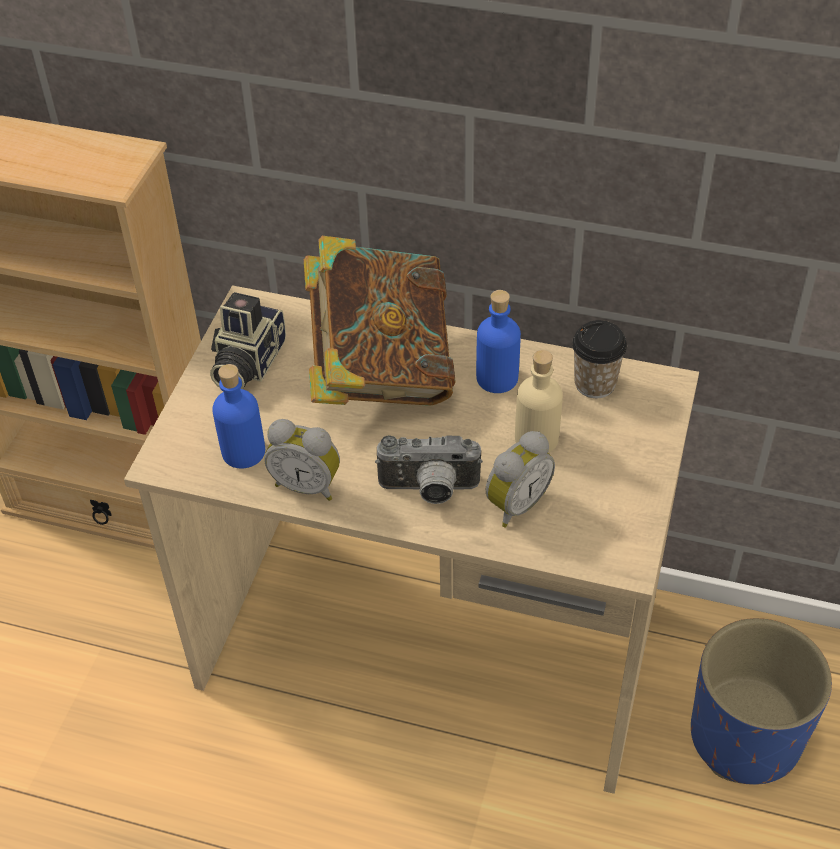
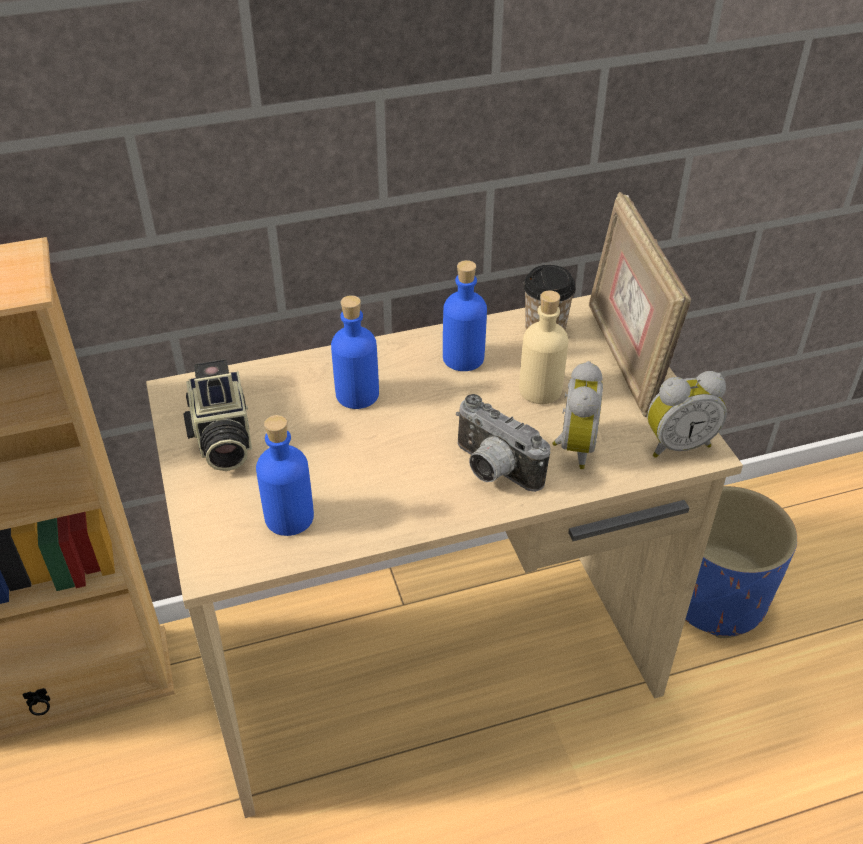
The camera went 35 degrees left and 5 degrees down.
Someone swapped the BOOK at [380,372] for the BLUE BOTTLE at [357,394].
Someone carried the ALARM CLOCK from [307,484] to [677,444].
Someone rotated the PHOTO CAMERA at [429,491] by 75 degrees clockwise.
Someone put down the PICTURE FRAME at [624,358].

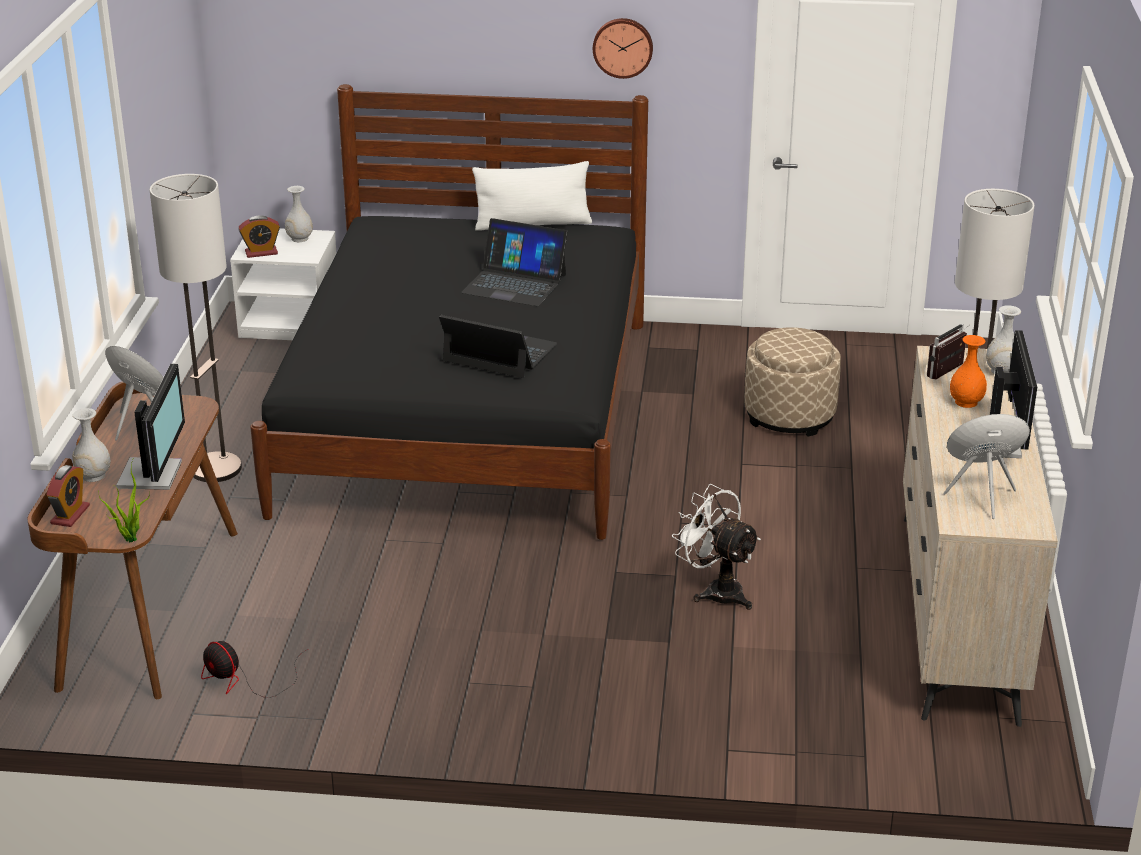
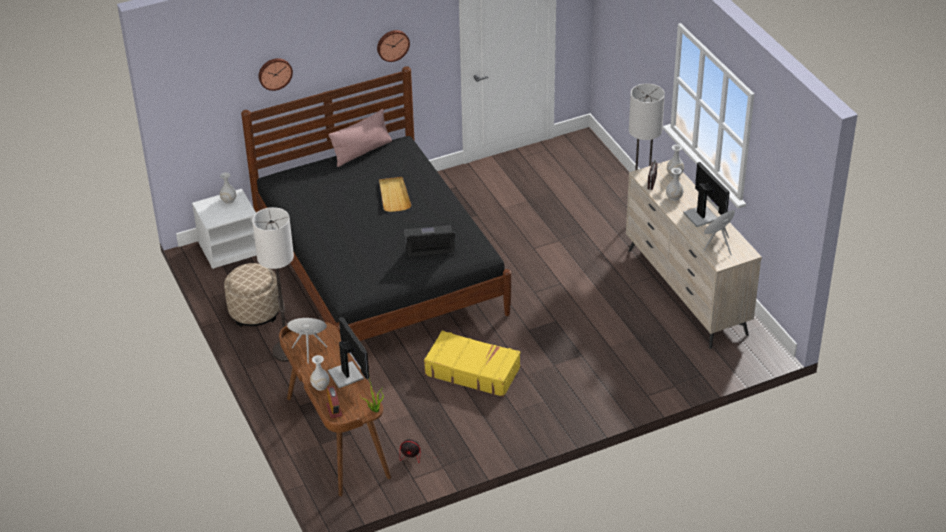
The camera went 30 degrees left and 10 degrees up.
Someone repainted the WHITE PILLOW at [532,224], which became the PINK PILLOW at [362,152].
Someone took away the ALARM CLOCK at [261,252].
Someone swapped the LAPTOP at [514,283] for the BEIGE TRAY at [394,195].
Someone carried the BEIGE OTTOMAN from [789,415] to [254,311].
Someone repainted the ORANGE VASE at [966,402], which became the WHITE VASE at [674,197].
Someone took away the WHITE FAN at [716,591].
Someone put up the WALL CLOCK at [274,73].
Someone put down the YELLOW SUITCASE at [472,371].

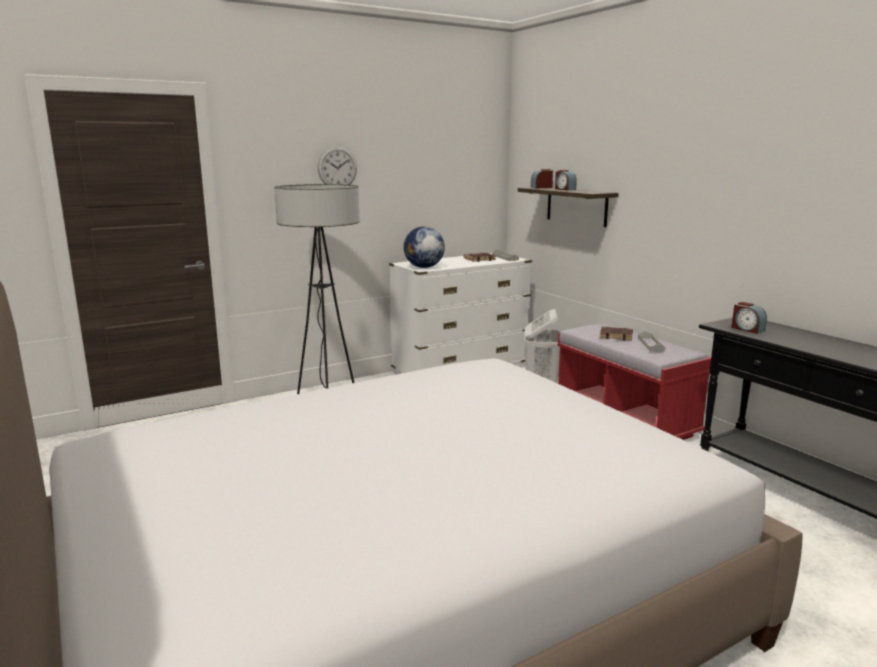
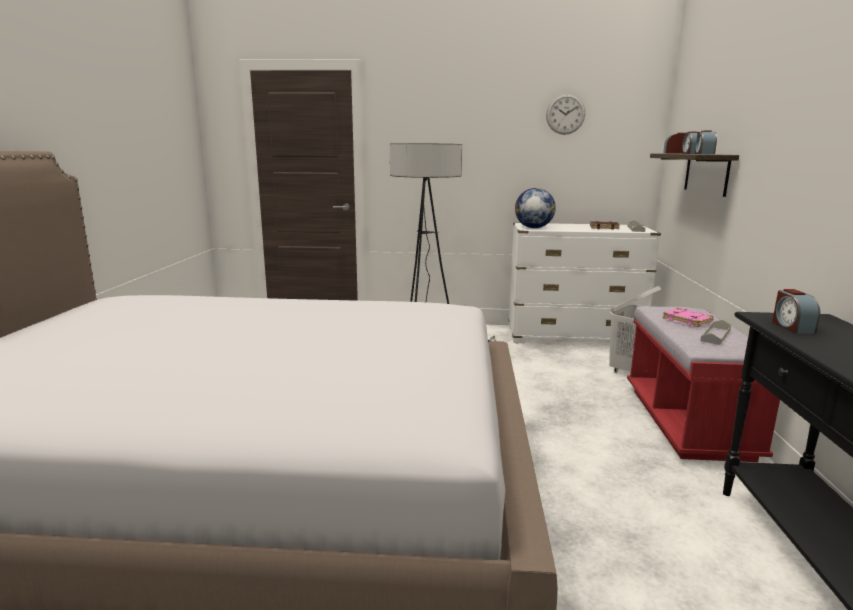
The camera went 35 degrees right and 0 degrees up.
Someone carried the WALL CLOCK from [337,168] to [565,114].
Someone repainted the BROWN BOOK at [616,336], which became the PINK BOOK at [688,320].
Someone put down the ALARM CLOCK at [704,154].

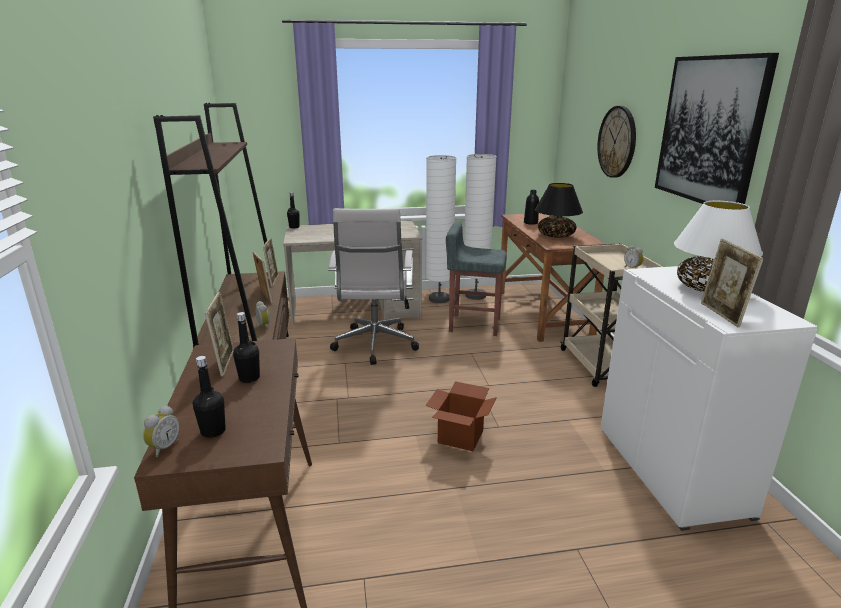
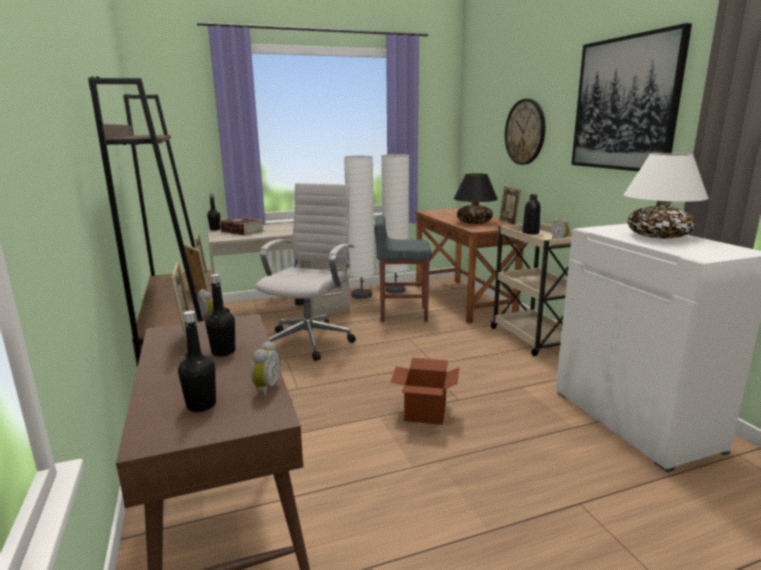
The camera went 10 degrees left and 5 degrees down.
Someone carried the BLACK BOTTLE from [530,223] to [530,233].
Someone rotated the WHITE OFFICE CHAIR at [375,346] by 150 degrees counterclockwise.
Someone carried the PICTURE FRAME from [722,315] to [508,223].
Someone carried the ALARM CLOCK from [163,447] to [265,388].
Someone put down the BOOK at [242,231].

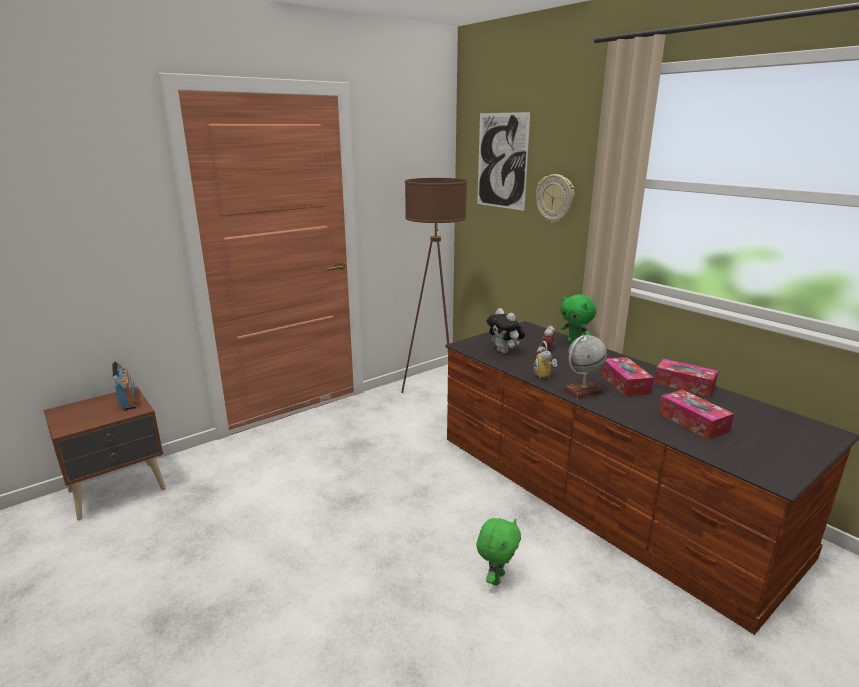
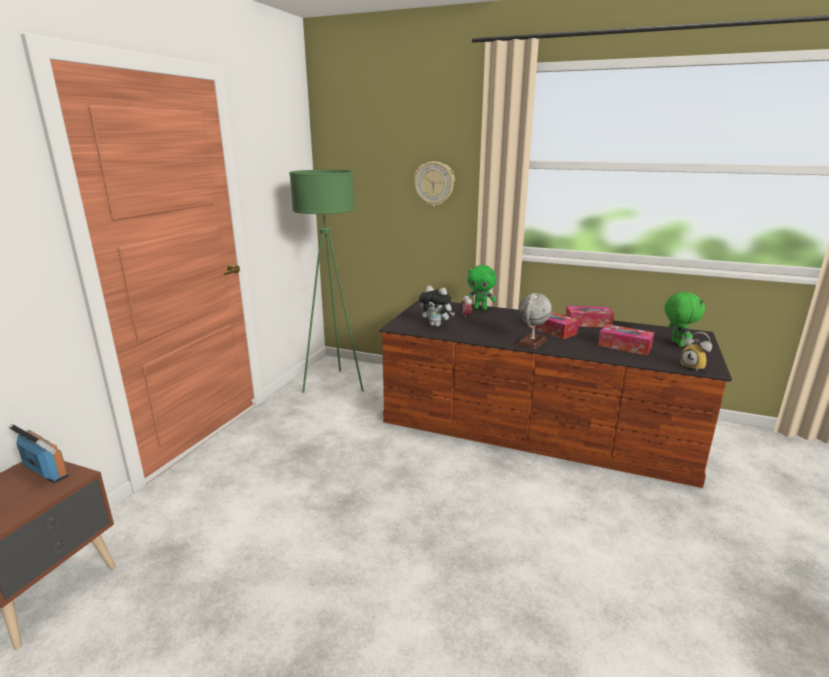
The camera went 30 degrees left and 0 degrees up.
Someone took away the PICTURE at [502,161].
Someone repainted the BROWN FLOOR LAMP at [435,392], which became the GREEN FLOOR LAMP at [335,384].
Someone carried the ALARM CLOCK from [545,376] to [694,367].
Someone carried the GREEN PLUSH TOY from [496,578] to [676,343].

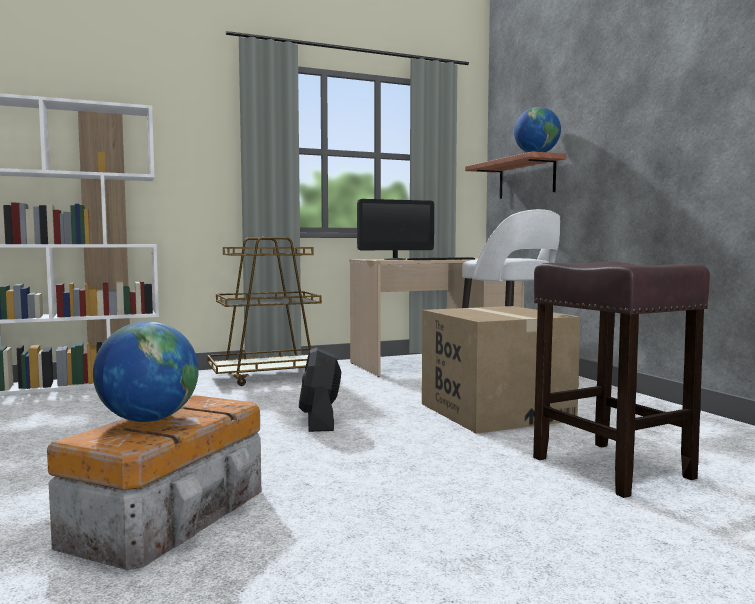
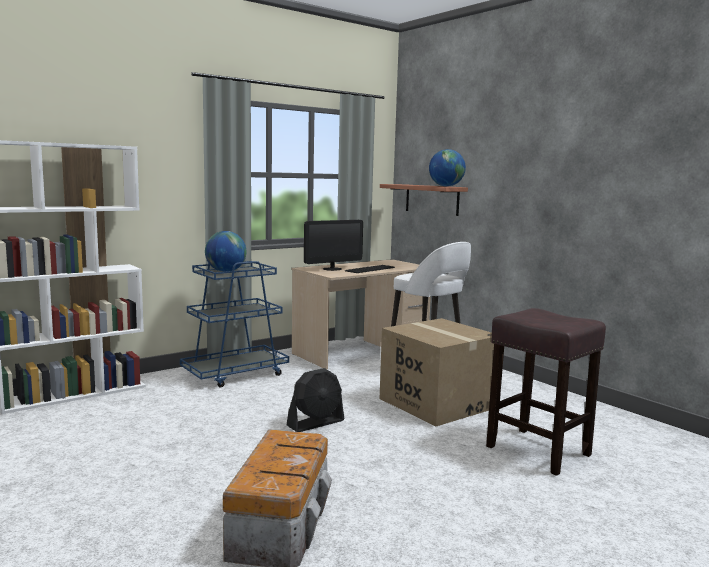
The camera went 15 degrees left and 5 degrees up.
Someone repainted the BROWN CART at [269,376], which became the BLUE CART at [235,374].
Someone carried the GLOBE from [148,420] to [225,271].
Someone rotated the BLACK FAN at [319,421] by 105 degrees counterclockwise.

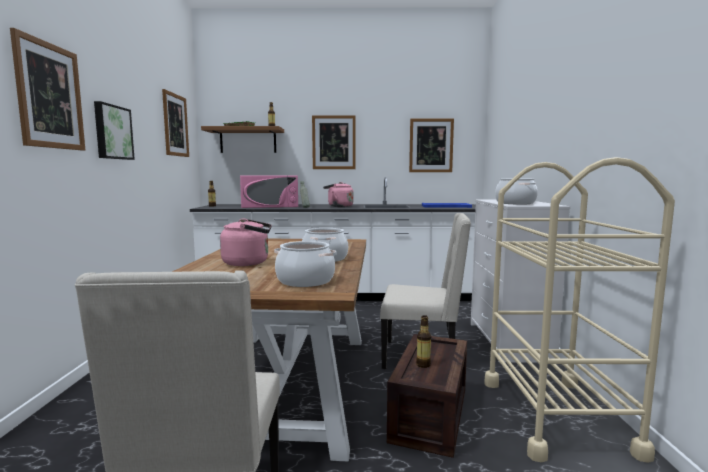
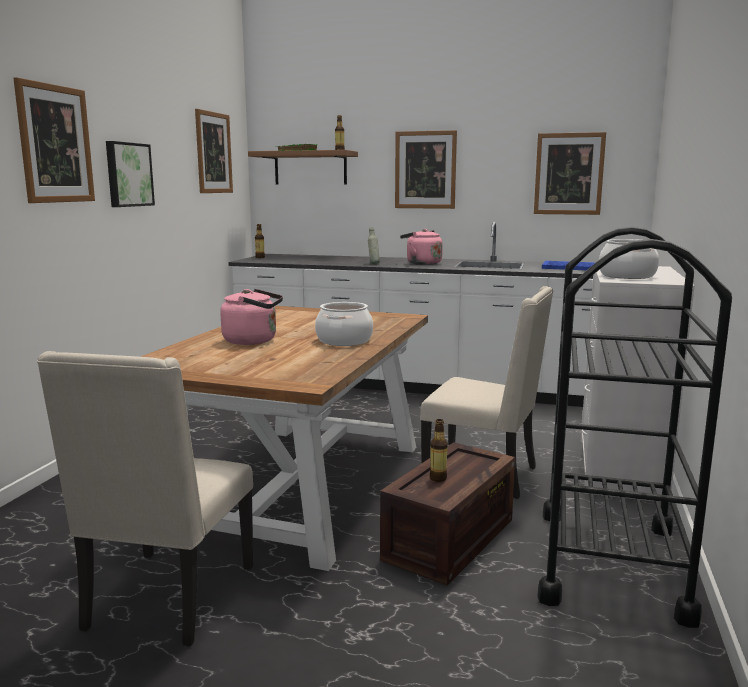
The camera went 15 degrees right and 5 degrees up.
Someone repainted the BEIGE CART at [556,415], which became the BLACK CART at [611,563].
Someone took away the PINK MICROWAVE at [270,206].
Someone took away the COOKING POT at [305,281].

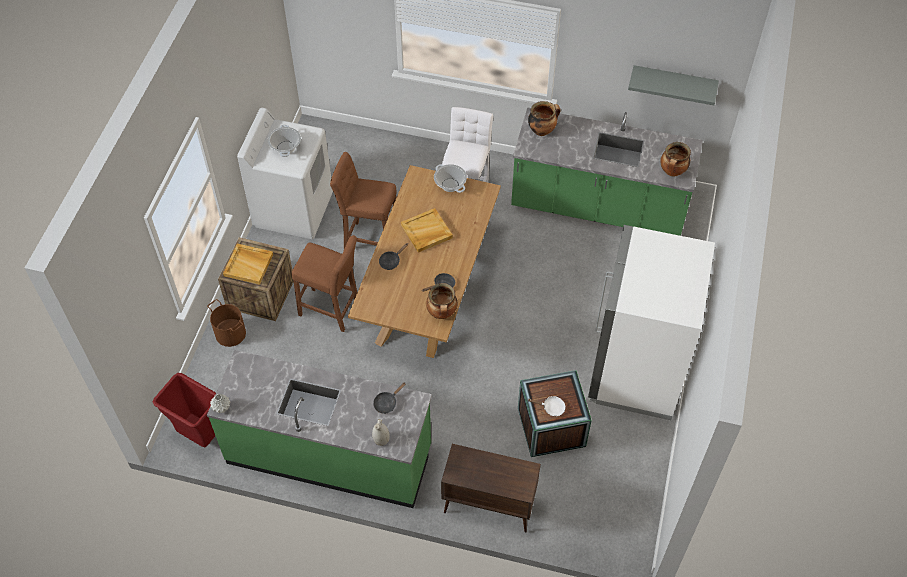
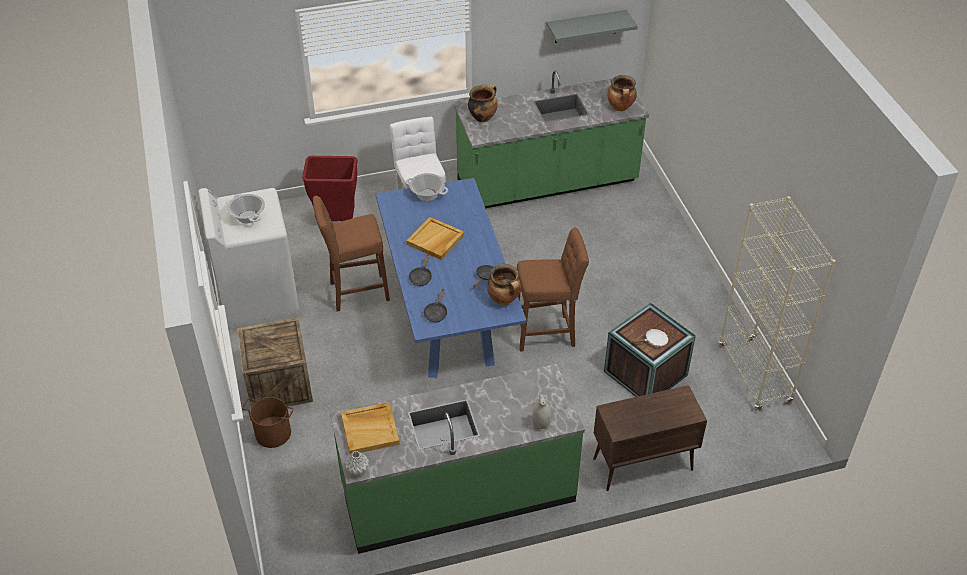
The camera went 30 degrees left and 10 degrees down.
Someone repainted the BROWN DINING TABLE at [427,294], which became the BLUE DINING TABLE at [447,314].
Someone took away the WHITE FRIDGE at [636,370].
Someone carried the BROWN STOOL from [332,310] to [547,333].
Someone carried the BEIGE TRAY from [249,265] to [370,429].
Someone carried the RED TRASH CAN from [201,435] to [337,221].
Someone carried the BLACK FRYING PAN from [387,403] to [436,313].
Someone put down the BEIGE BOOKCASE at [754,375].

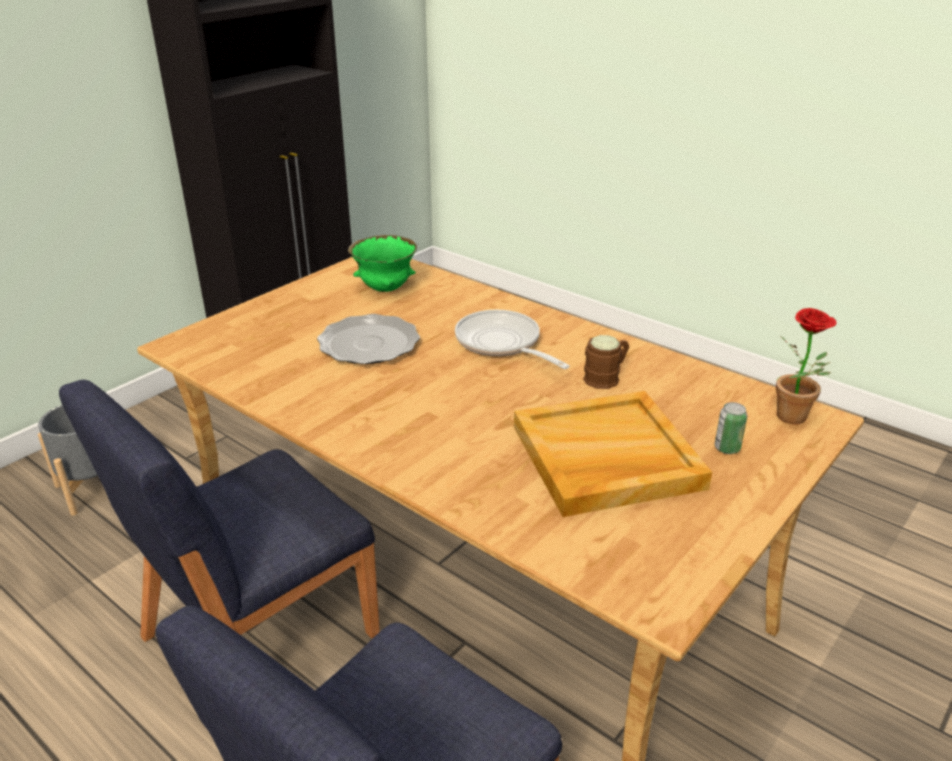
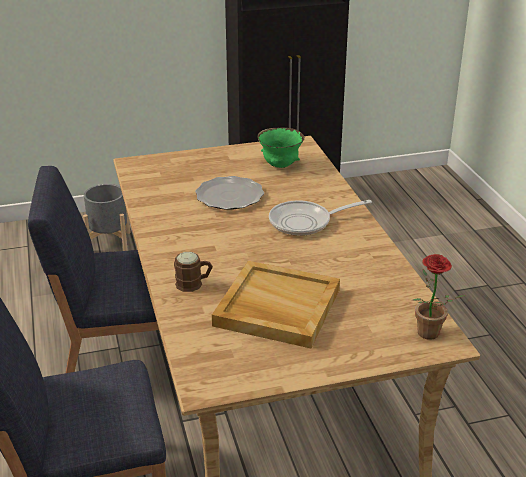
The camera went 35 degrees right and 0 degrees up.
Someone rotated the FRYING PAN at [502,344] by 105 degrees counterclockwise.
Someone carried the BROWN MUG from [606,377] to [194,284].
Someone took away the CAN at [727,448].

